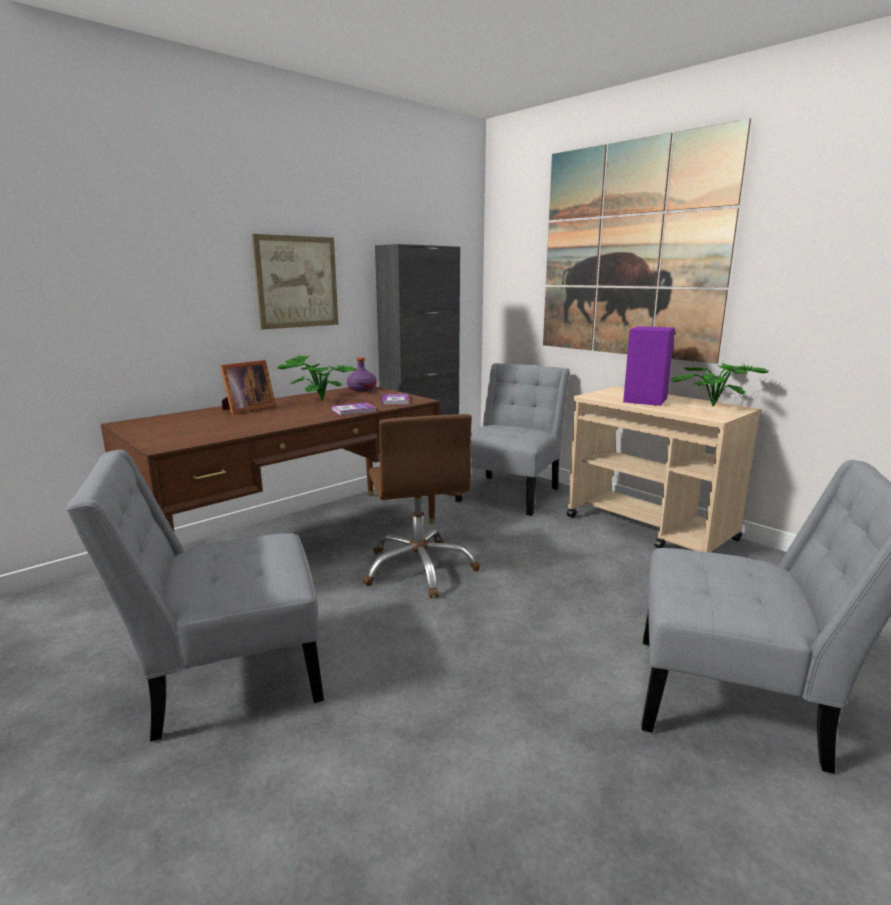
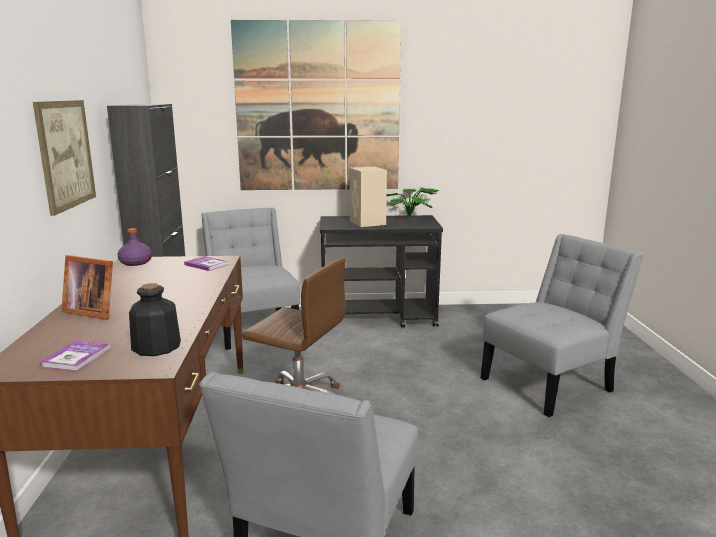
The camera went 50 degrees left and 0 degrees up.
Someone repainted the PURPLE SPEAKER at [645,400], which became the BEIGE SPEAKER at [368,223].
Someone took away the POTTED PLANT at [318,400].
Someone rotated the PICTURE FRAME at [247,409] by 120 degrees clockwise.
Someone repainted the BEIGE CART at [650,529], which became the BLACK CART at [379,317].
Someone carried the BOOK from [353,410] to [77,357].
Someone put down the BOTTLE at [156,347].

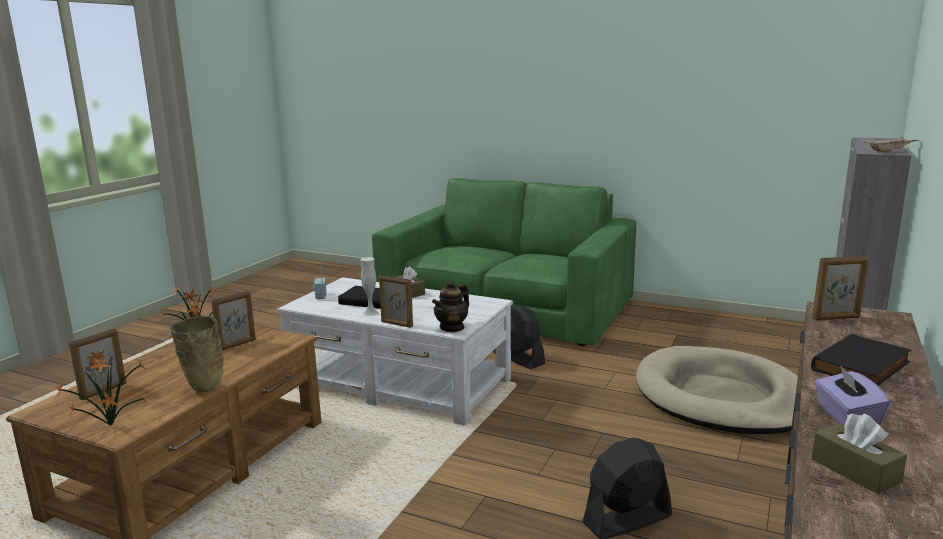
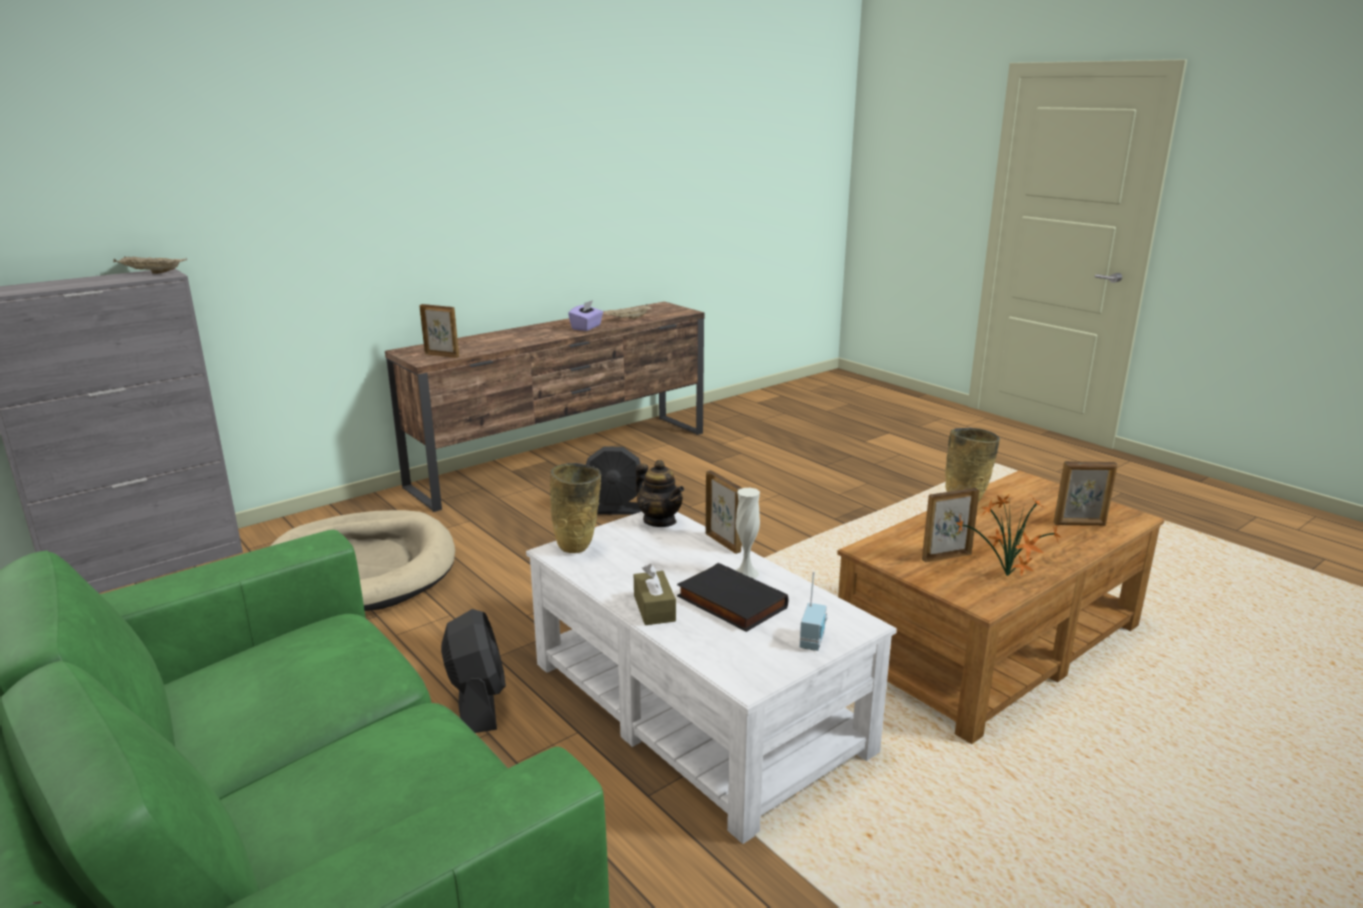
The camera went 155 degrees left and 5 degrees up.
Someone rotated the TEAPOT at [452,327] by 75 degrees clockwise.
Someone rotated the PICTURE FRAME at [104,391] by 150 degrees counterclockwise.
Someone took away the BLACK BOOK at [862,367].
Someone took away the POTTED PLANT at [108,426].
Someone swapped the BROWN TISSUE BOX at [855,470] for the BEIGE TRAY at [628,319].
Someone put down the BEIGE VASE at [578,548].

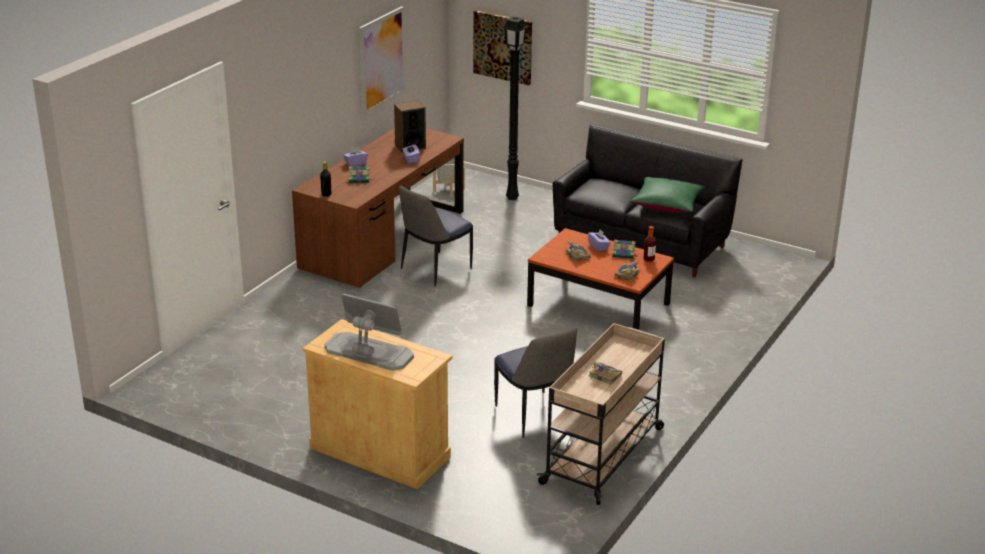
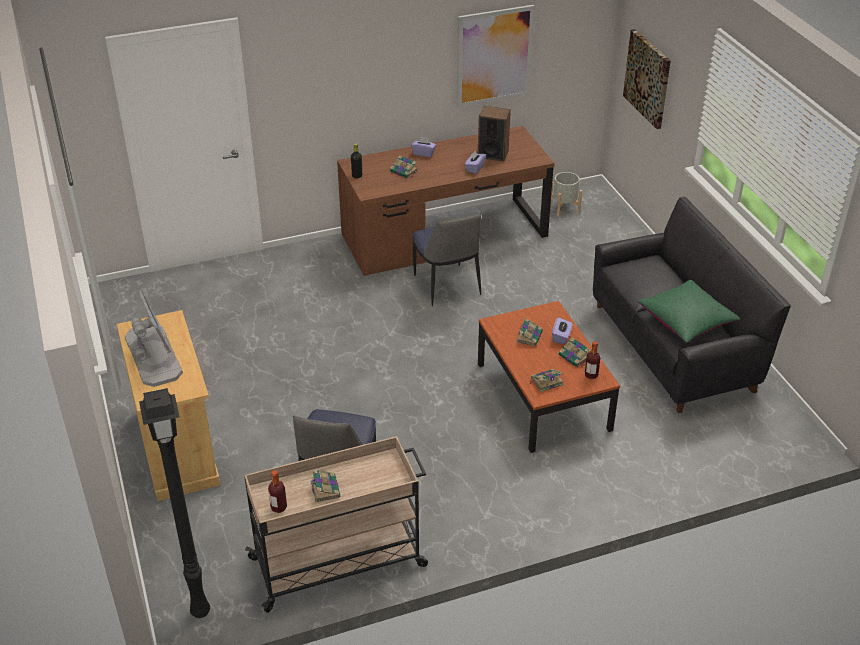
The camera went 40 degrees right and 10 degrees up.
Someone carried the BLACK FLOOR LAMP from [513,198] to [202,612].
Someone rotated the CHAIR at [434,269] by 105 degrees counterclockwise.
Someone put down the BOTTLE at [278,507].

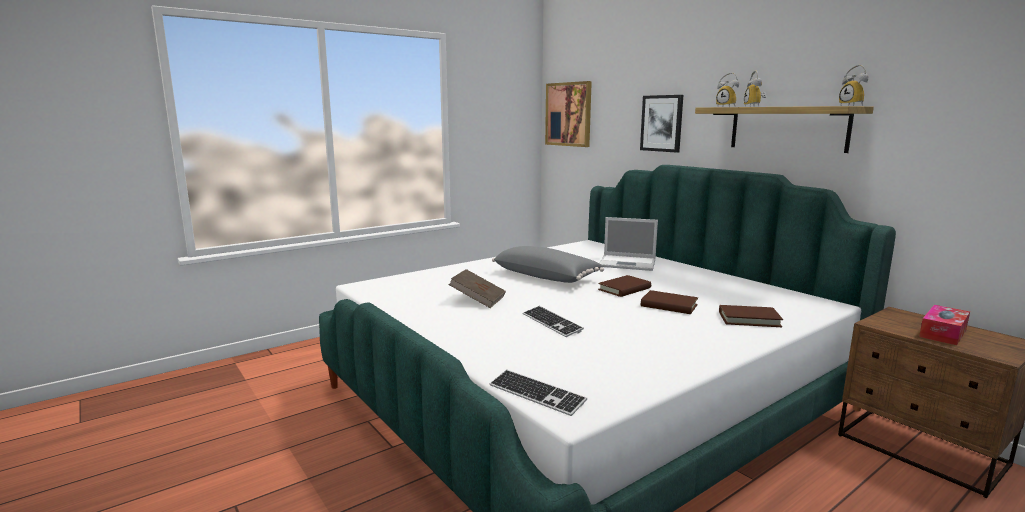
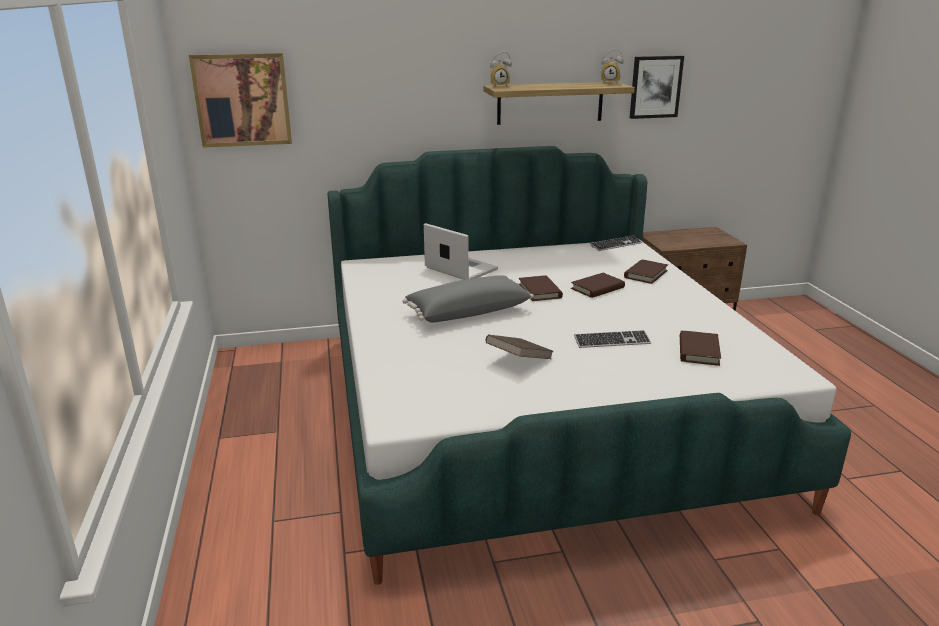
The camera went 65 degrees left and 10 degrees up.
Someone took away the ALARM CLOCK at [755,106].
Someone carried the PICTURE from [662,123] to [655,87].
Someone rotated the LAPTOP at [628,263] by 90 degrees counterclockwise.
Someone took away the TISSUE BOX at [943,333].
Someone carried the KEYBOARD from [536,394] to [616,245].
Someone put down the BROWN BOOK at [698,351].

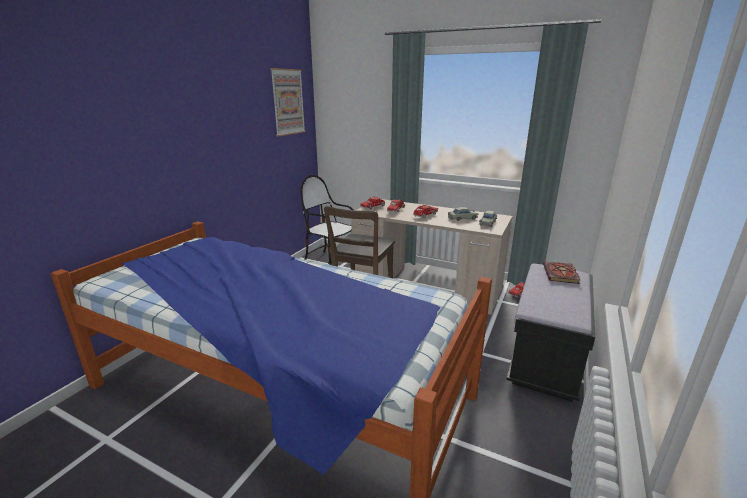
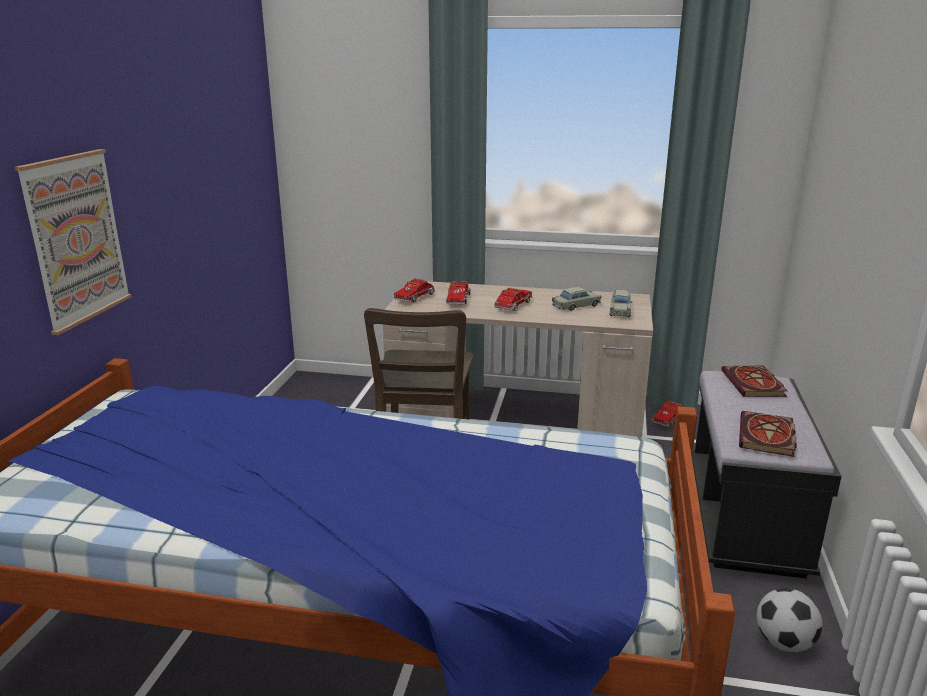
The camera went 15 degrees left and 0 degrees up.
Someone carried the PICTURE from [288,102] to [76,239].
Someone took away the CHAIR at [330,261].
Someone put down the BOOK at [768,437].
Someone put down the FOOTBALL at [784,643].

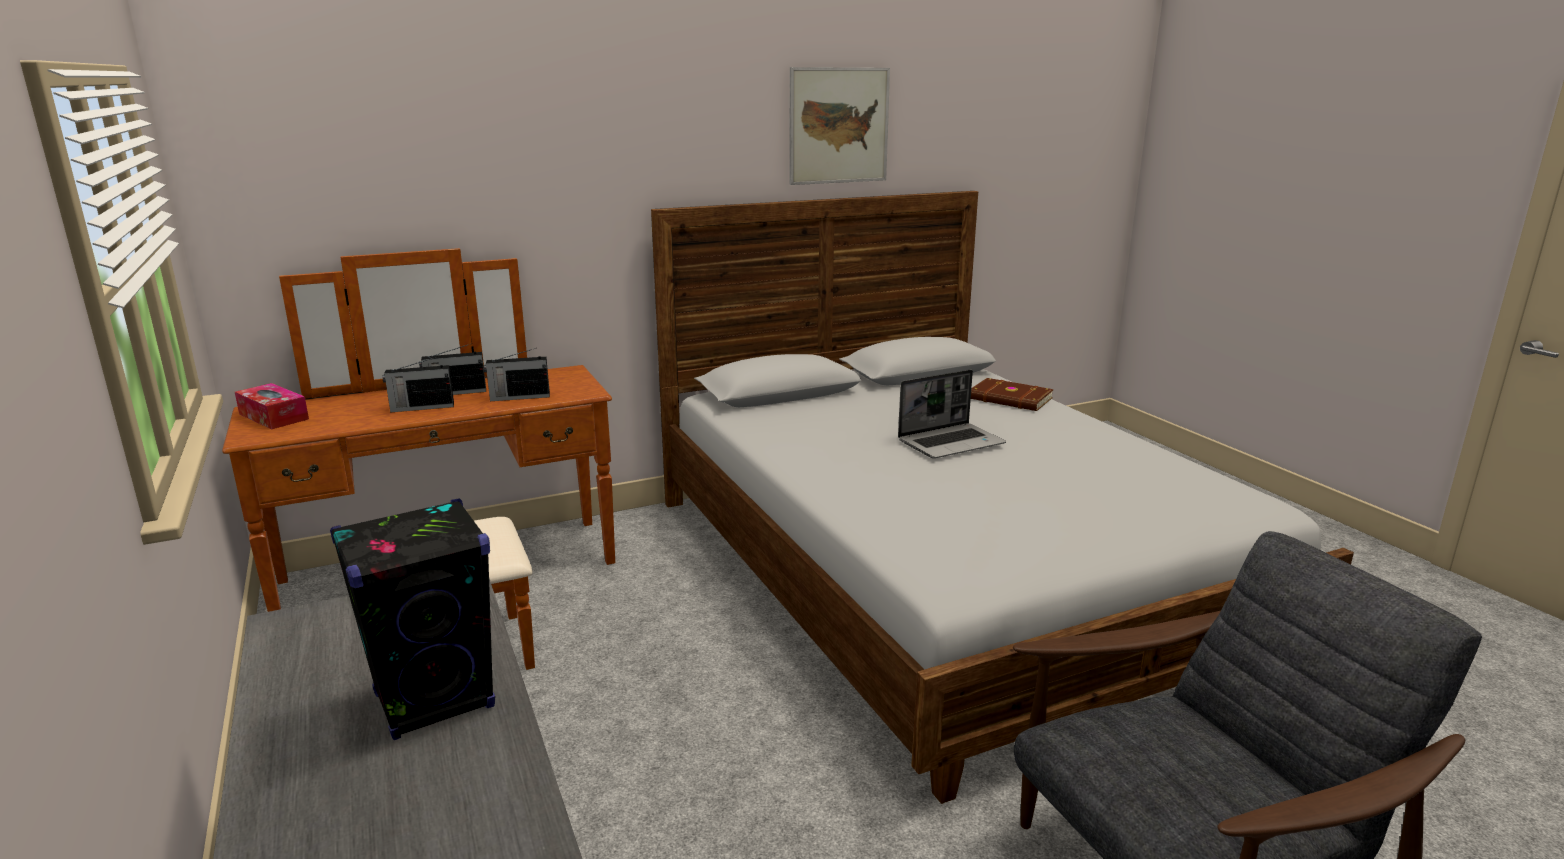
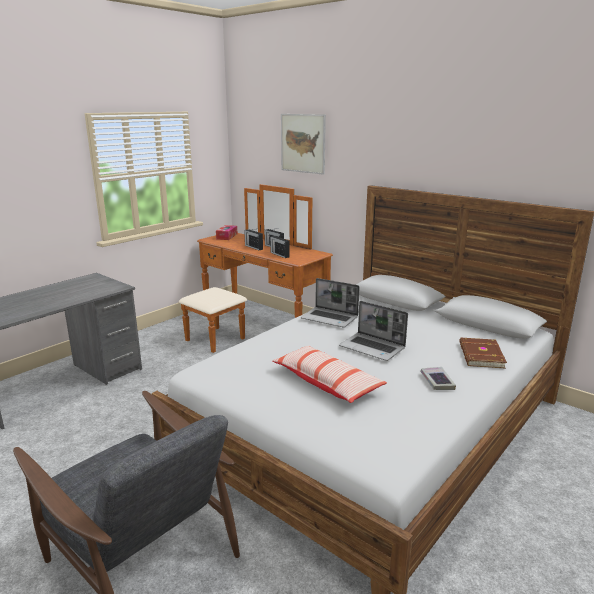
The camera went 65 degrees right and 0 degrees up.
Someone carried the PICTURE from [839,126] to [303,143].
Someone took away the BLACK SPEAKER at [435,701].
Someone put down the LAPTOP at [330,318].
Someone put down the PILLOW at [327,382].
Someone put down the BOOK at [437,381].

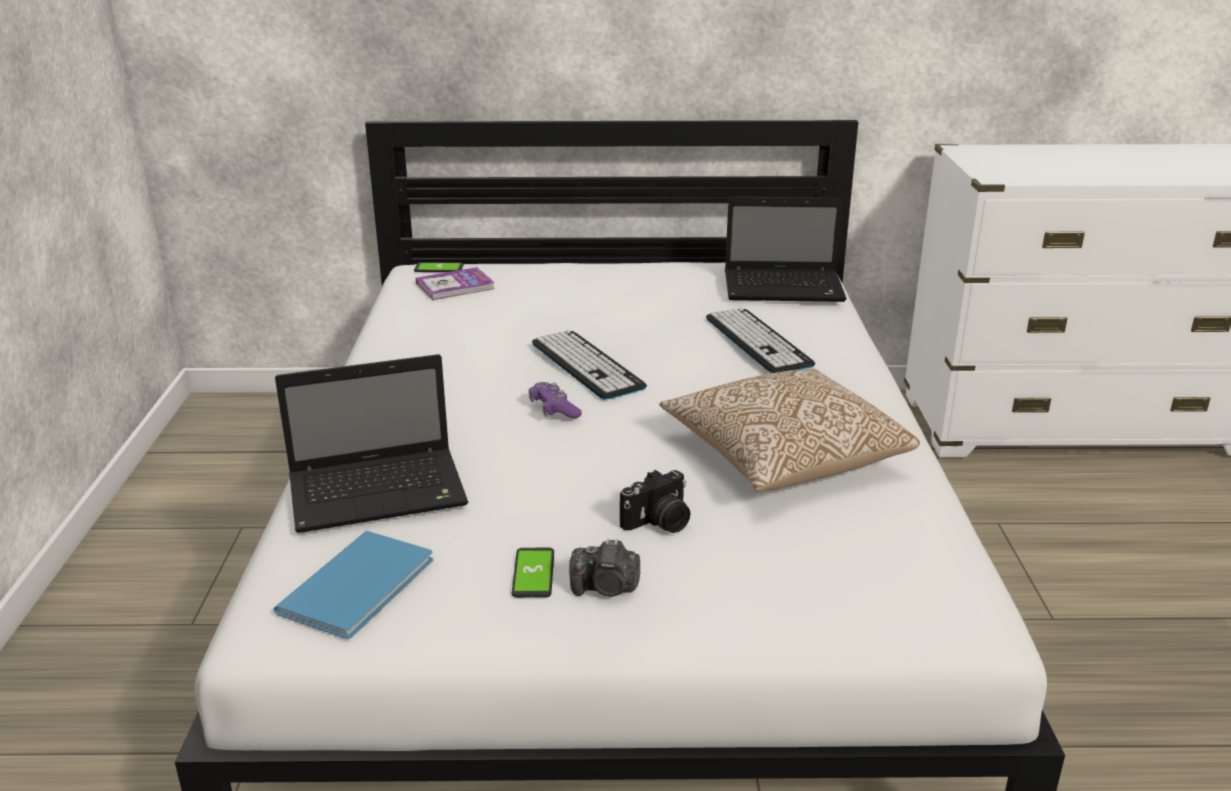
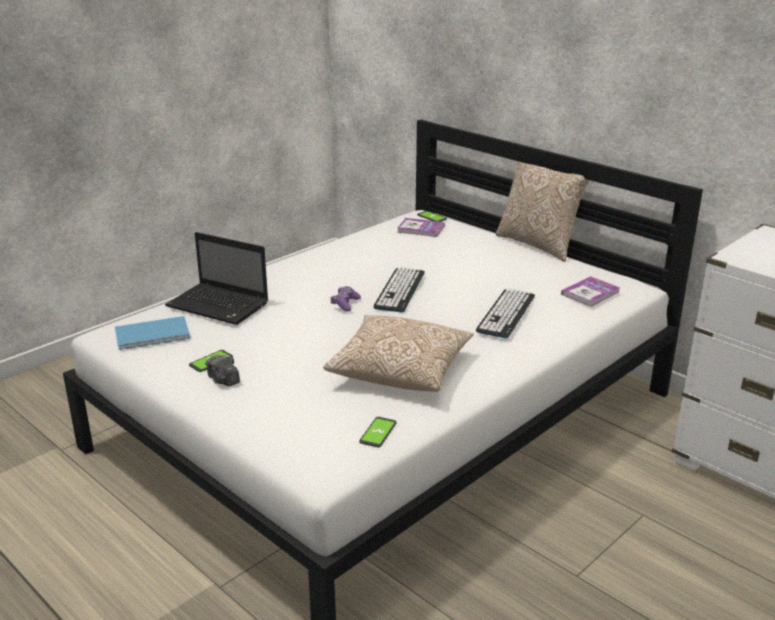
The camera went 45 degrees right and 0 degrees up.
Someone swapped the LAPTOP at [786,288] for the BOOK at [590,293].
Someone took away the PHOTO CAMERA at [659,523].
Someone put down the PILLOW at [539,244].
Someone put down the PHONE at [378,433].

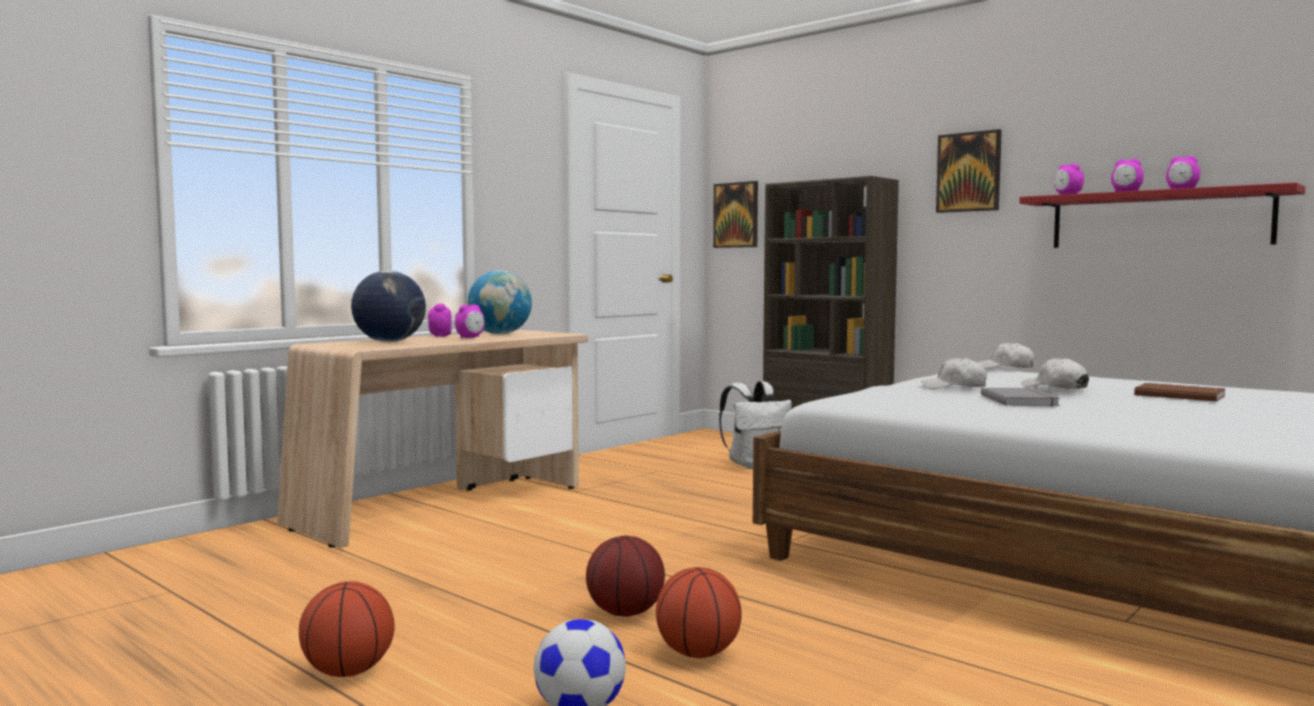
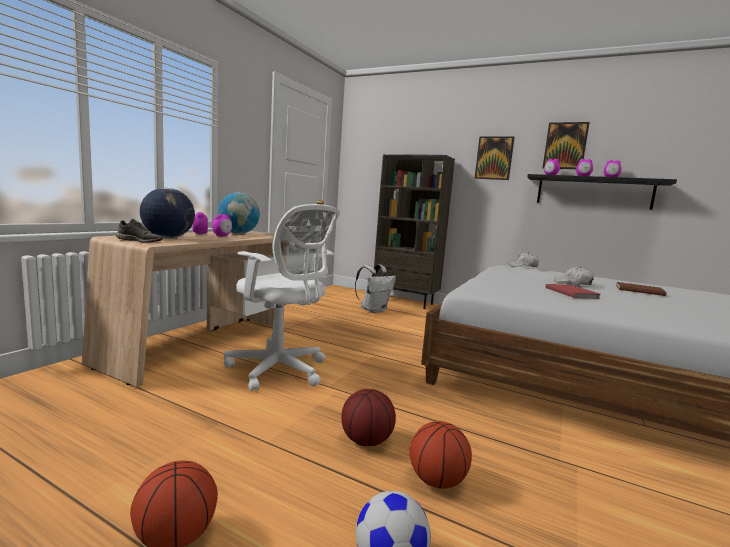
The camera went 15 degrees left and 5 degrees up.
Someone carried the PICTURE from [736,215] to [565,146].
Someone repainted the RED SHELF at [1158,220], which became the BLACK SHELF at [593,192].
Someone took away the WHITE CAP at [954,387].
Someone repainted the GREY BOOK at [1021,400], which became the RED BOOK at [572,293].
Someone put down the WHITE OFFICE CHAIR at [280,370].
Someone put down the GREY SHOE at [140,241].

